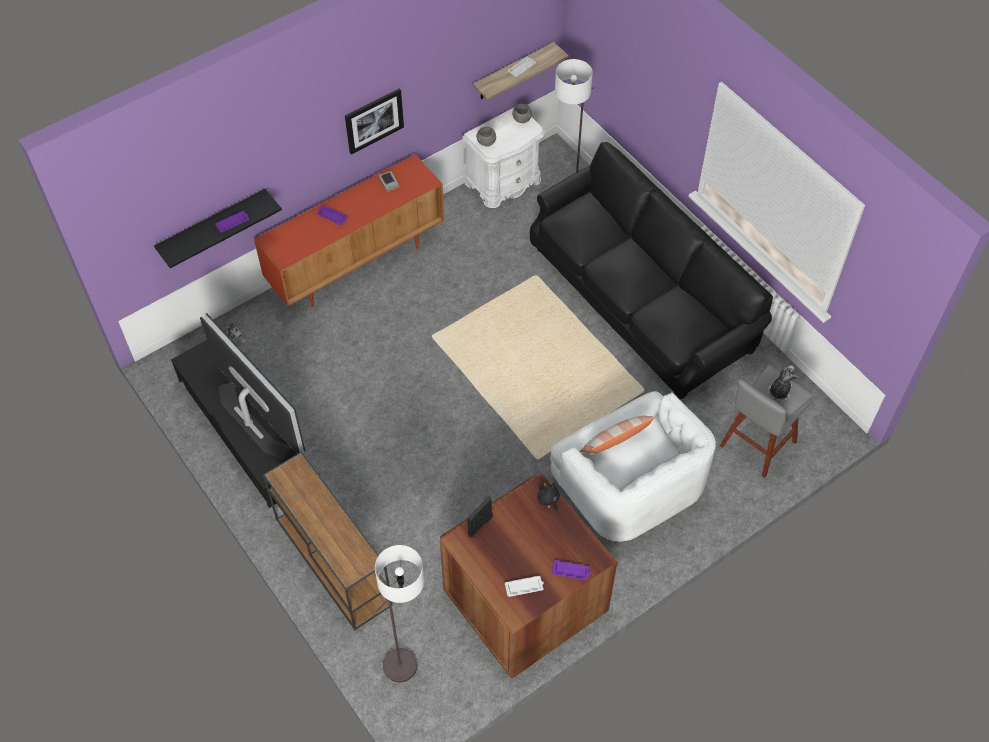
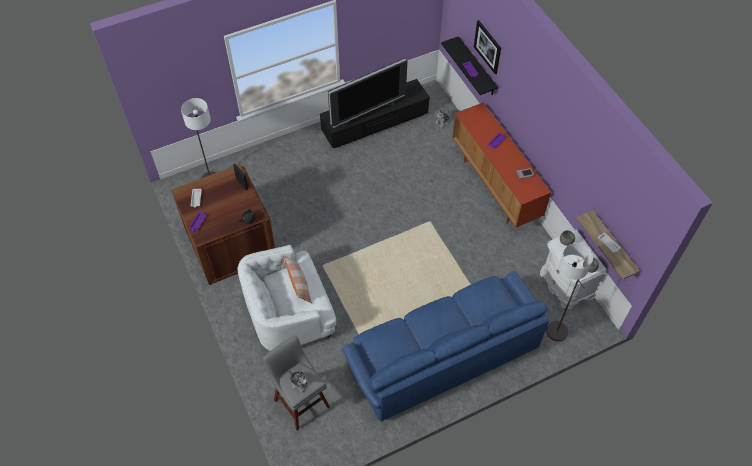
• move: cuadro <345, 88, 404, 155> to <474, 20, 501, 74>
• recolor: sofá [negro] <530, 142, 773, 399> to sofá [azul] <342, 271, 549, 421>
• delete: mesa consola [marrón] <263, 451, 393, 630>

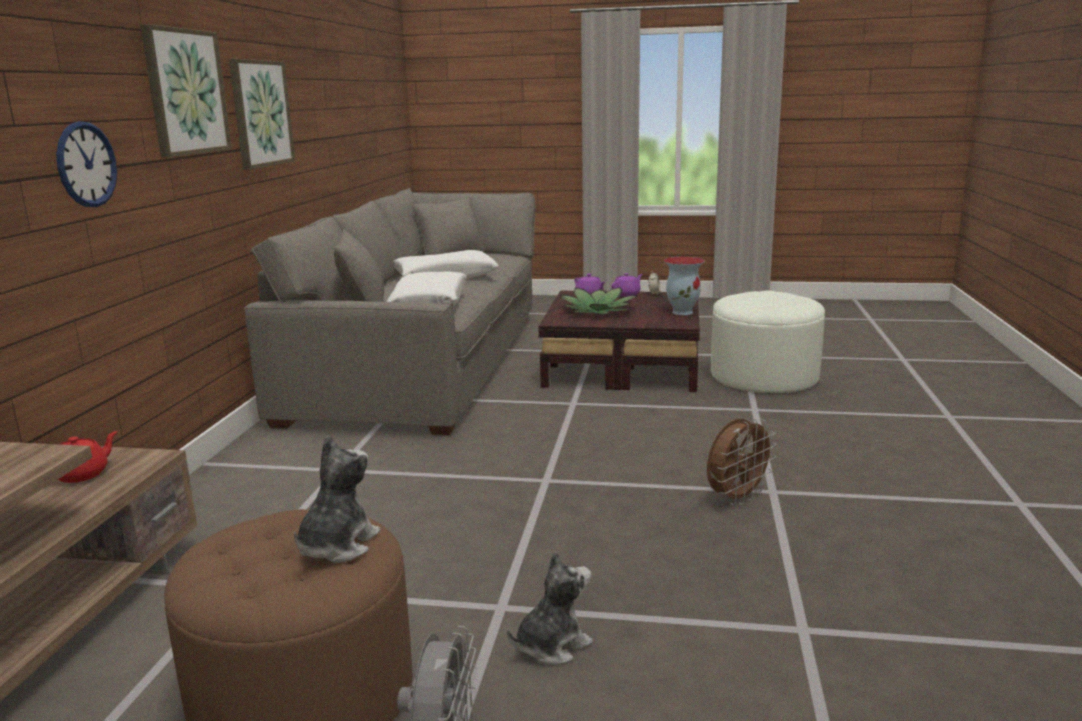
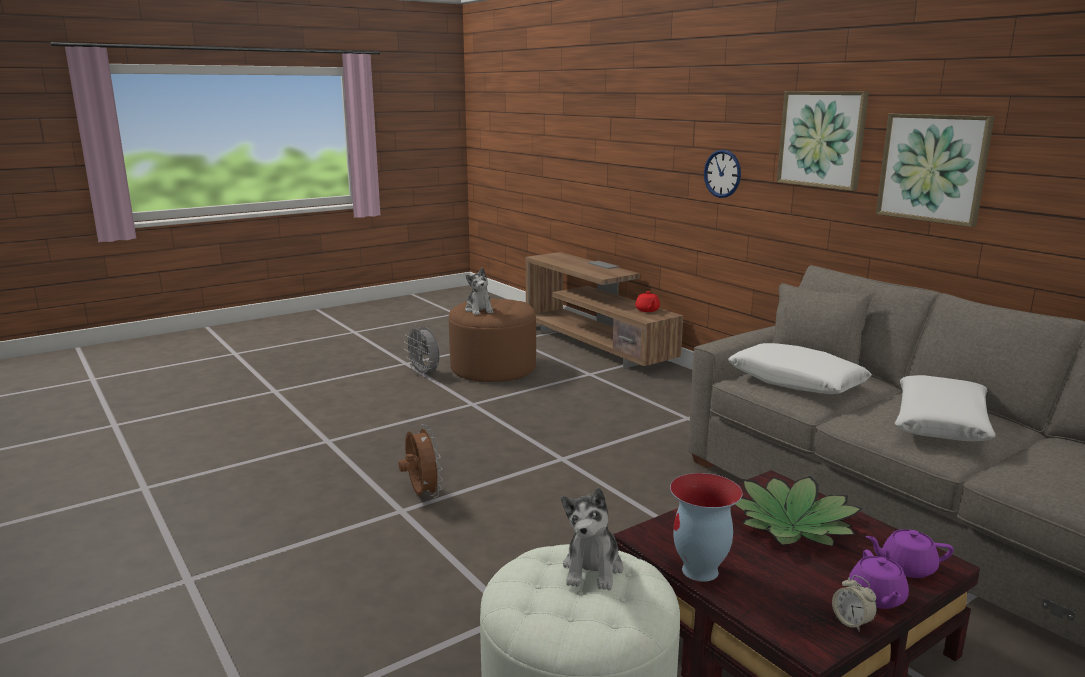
• rotate: ventilador [marrón] <707, 418, 777, 505> = <398, 424, 443, 498> 150 degrees clockwise
• move: peluche <507, 551, 593, 665> to <561, 488, 623, 590>

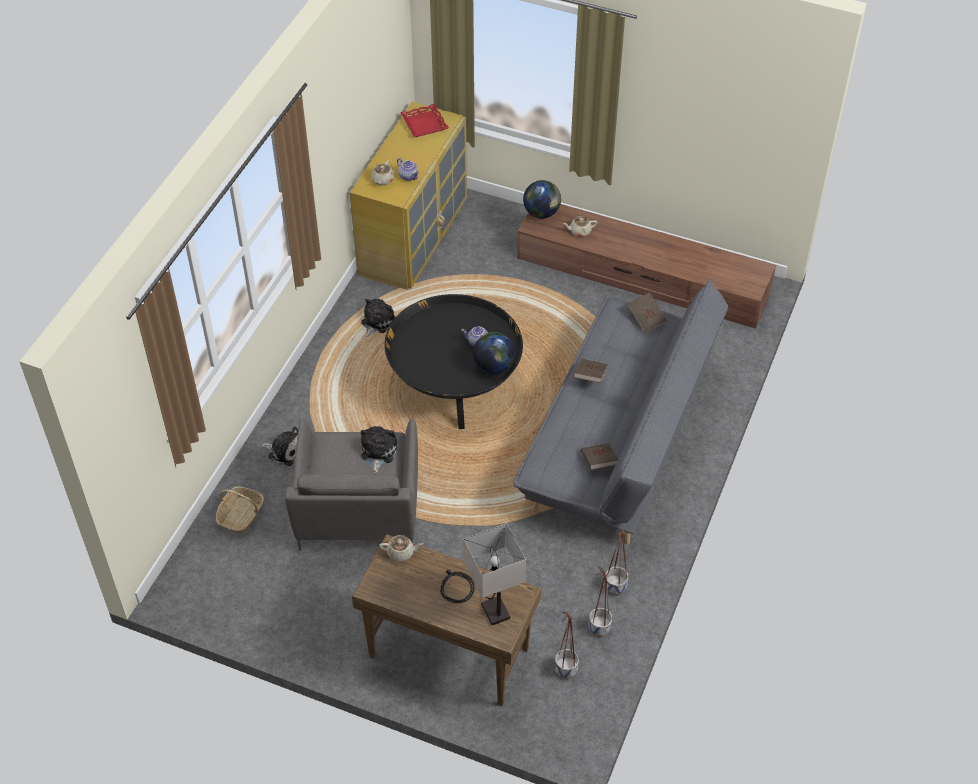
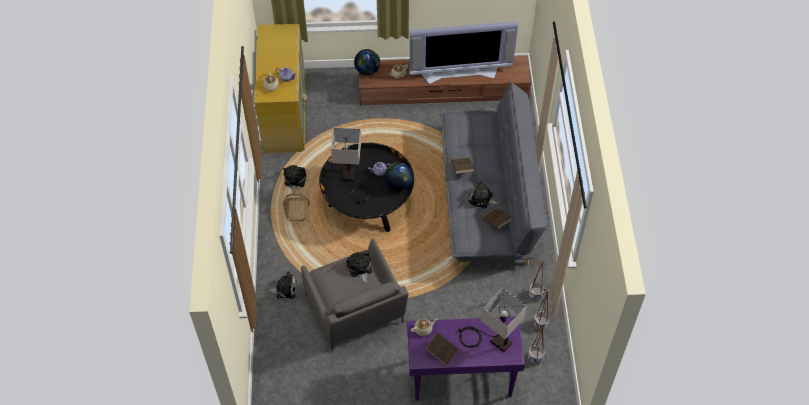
• delete: bandeja [rojo] <400, 104, 449, 137>
• move: libro [marrón] <627, 293, 667, 333> to <425, 332, 458, 366>
• move: cesta <216, 487, 264, 533> to <283, 193, 310, 221>
• recolor: mesa consola [marrón] <352, 534, 541, 706> to mesa consola [morado] <407, 317, 525, 401>
• insert: televisor <410, 21, 518, 84>
• insert: lámpara de mesa <331, 128, 371, 204>
• insert: peluche <469, 180, 499, 209>

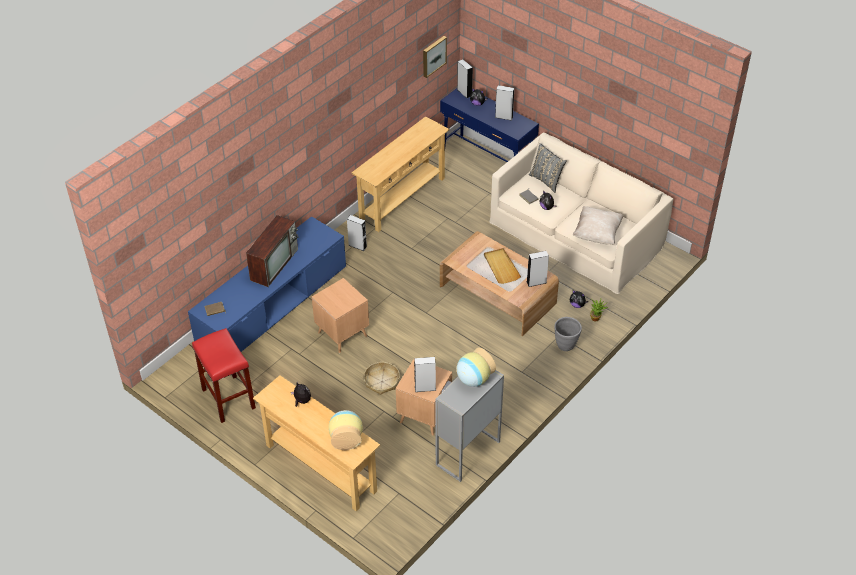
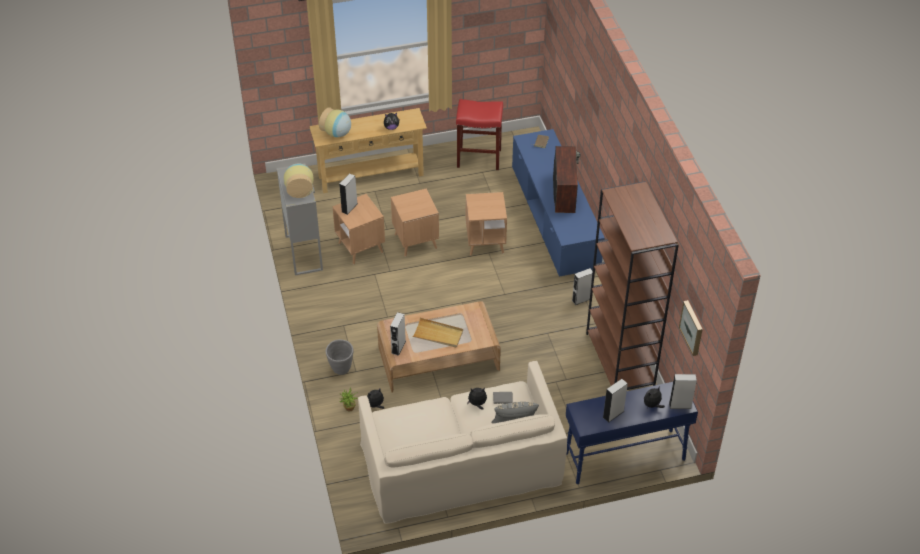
• replace: mesa consola [beis] <351, 116, 449, 232> to estantería [marrón] <586, 181, 679, 390>
• delete: cojín [beis] <572, 206, 624, 245>
• rotate: televisor <246, 215, 299, 287> = <553, 146, 581, 213> 150 degrees counterclockwise
• replace: cesta <364, 362, 400, 395> to mesa auxiliar [marrón] <391, 188, 439, 257>

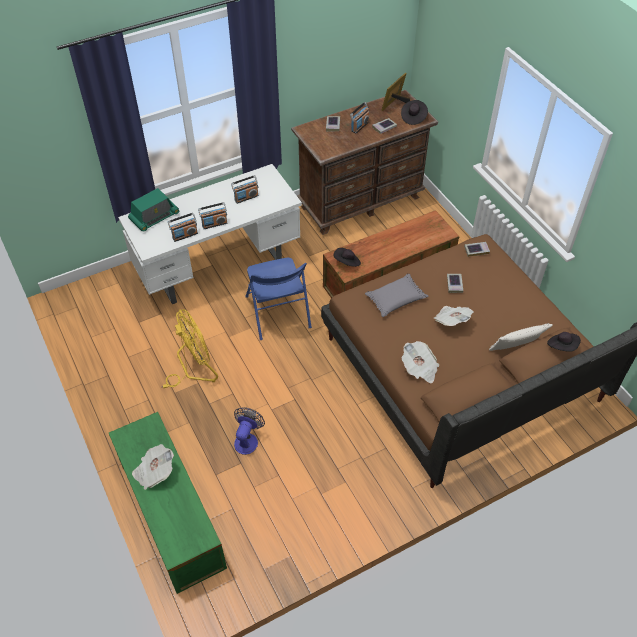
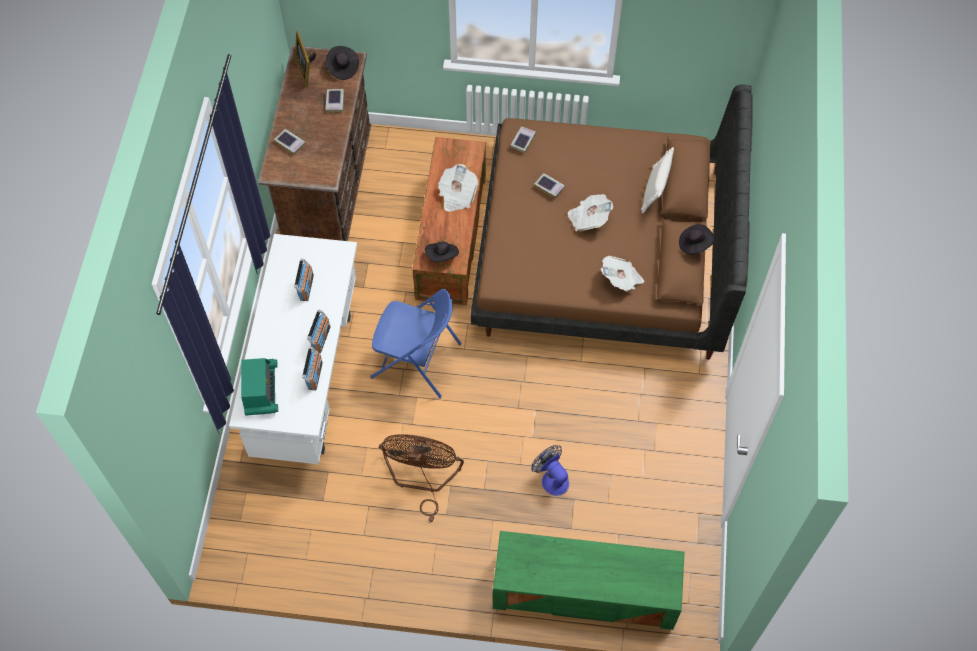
• delete: radio <350, 102, 369, 133>
• delete: cojín [gris] <365, 273, 428, 317>
• recolor: ventilador [amarillo] <163, 309, 218, 388> to ventilador [marrón] <379, 434, 464, 522>
• move: sombrero [negro] <547, 332, 581, 352> to <679, 224, 714, 254>
• move: periódico <132, 444, 174, 490> to <438, 164, 479, 212>

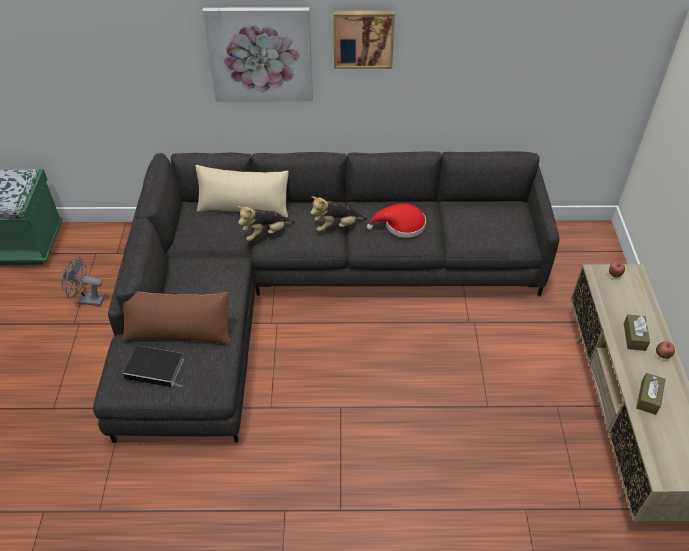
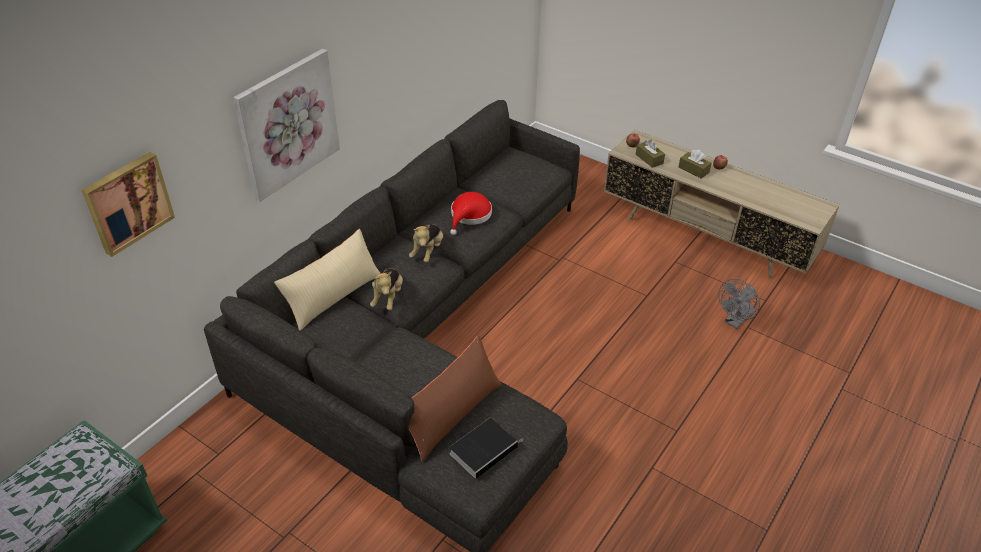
• move: cuadro <333, 11, 395, 69> to <82, 152, 175, 257>
• move: ventilador [gris] <61, 257, 105, 306> to <718, 279, 760, 329>
• move: caja de pañuelos [marrón] <636, 373, 666, 415> to <636, 140, 665, 168>

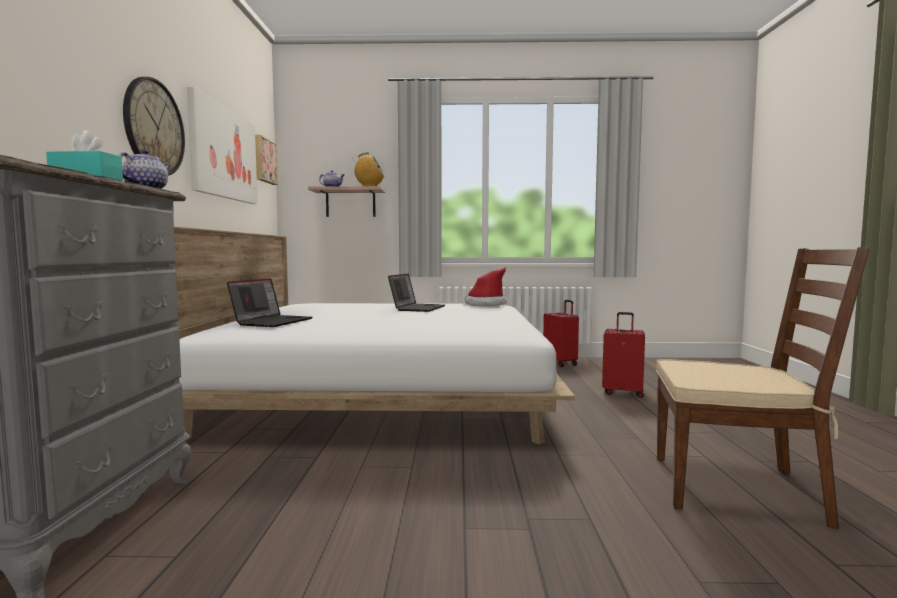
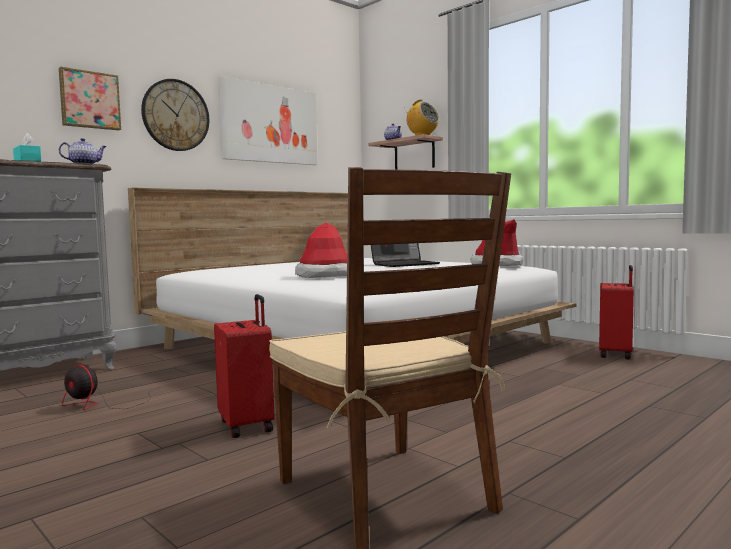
• move: cuadro <255, 135, 278, 185> to <59, 67, 121, 130>
• delete: portátil <227, 278, 312, 327>
• move: maleta [rojo] <602, 312, 645, 398> to <214, 294, 274, 438>
• insert: sombrero <295, 222, 347, 278>
• insert: ventilador <62, 365, 160, 410>

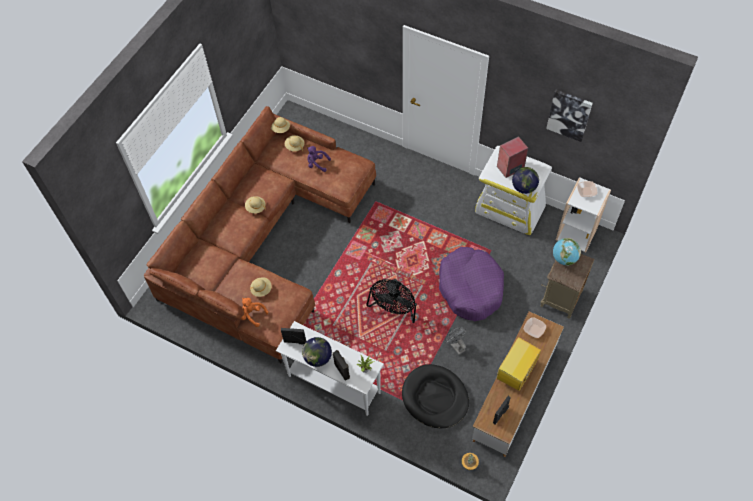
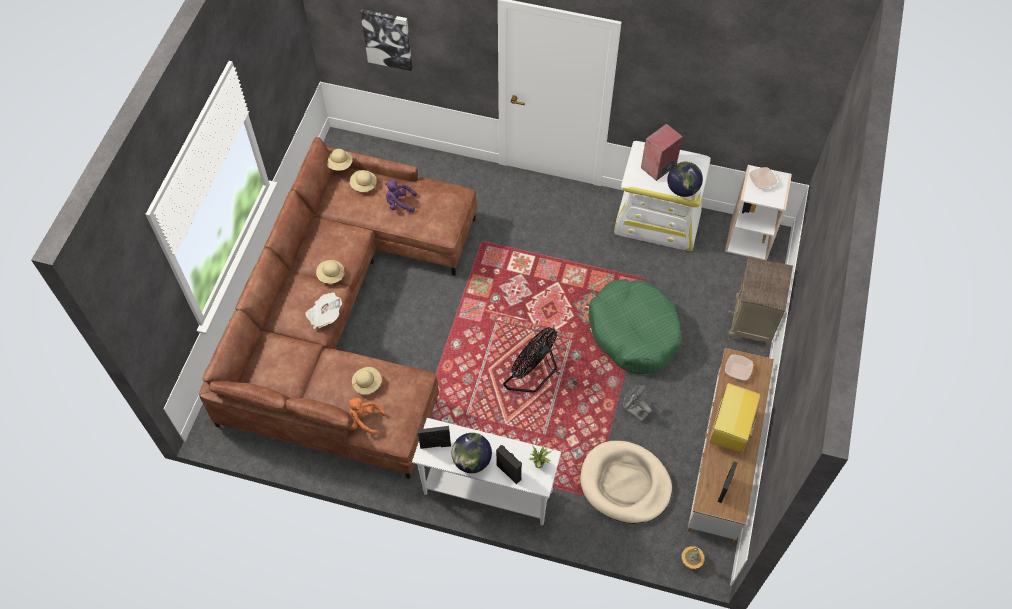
• move: cuadro <546, 90, 593, 142> to <360, 9, 412, 71>
• delete: globo terráqueo <553, 238, 581, 266>
• recolor: cama para perro [morado] <439, 247, 504, 321> to cama para perro [verde] <588, 279, 682, 374>
• rotate: ventilador [negro] <366, 279, 417, 323> = <503, 327, 578, 392> 120 degrees clockwise
• recolor: cama para perro [negro] <402, 364, 469, 428> to cama para perro [beis] <580, 441, 672, 523>
• insert: periódico <305, 292, 342, 329>

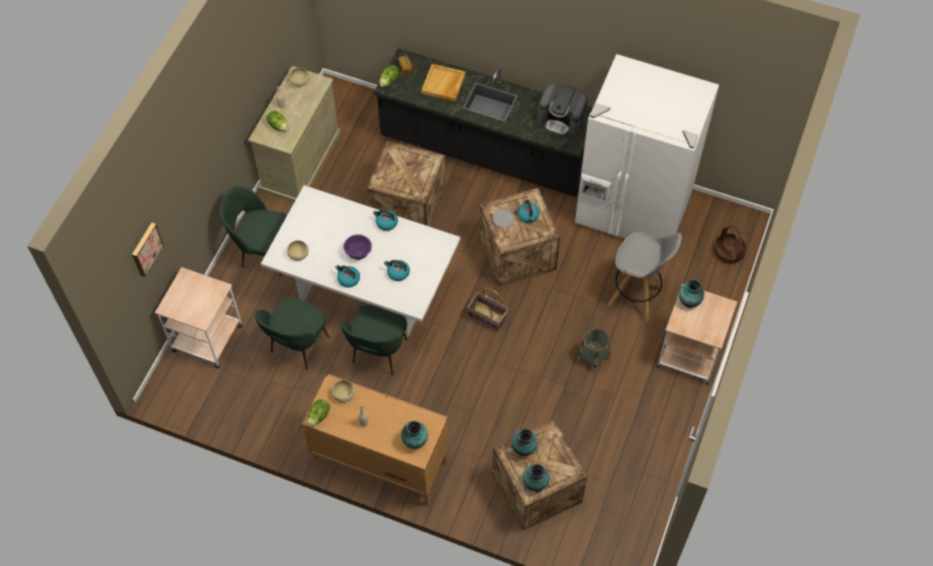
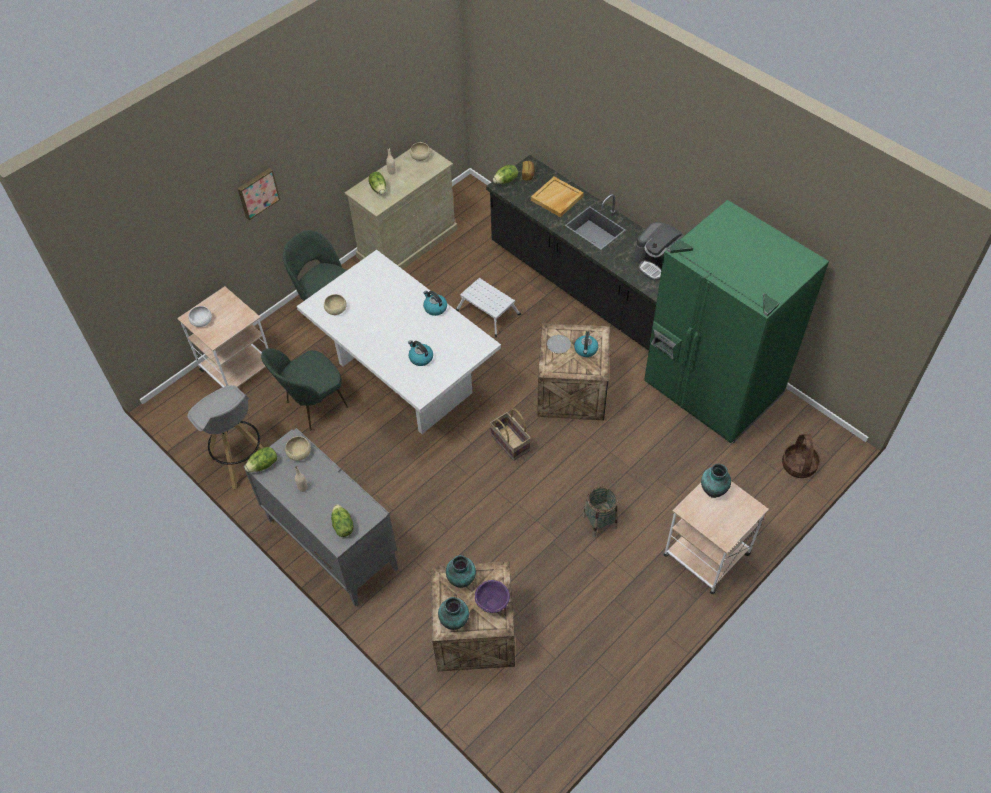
• recolor: nevera [blanco] <575, 54, 719, 239> to nevera [verde] <644, 200, 829, 443>
• replace: caja de embalaje <367, 141, 445, 227> to escalera de tijera [blanco] <456, 278, 521, 337>
• move: cuadro <132, 222, 164, 277> to <237, 168, 280, 220>
• move: taburete [gris] <607, 232, 682, 322> to <187, 385, 264, 489>
• move: cuenco [morado] <343, 234, 372, 260> to <475, 580, 510, 613>
• delete: hervidor <335, 265, 360, 288>
• delete: silla [verde] <341, 305, 407, 375>
• recolor: armario [marrón] <302, 374, 448, 506> to armario [gris] <243, 428, 398, 607>
• replace: florero <401, 421, 428, 449> to lechuga <331, 505, 354, 537>
• insert: cuenco [blanco] <188, 306, 212, 327>

